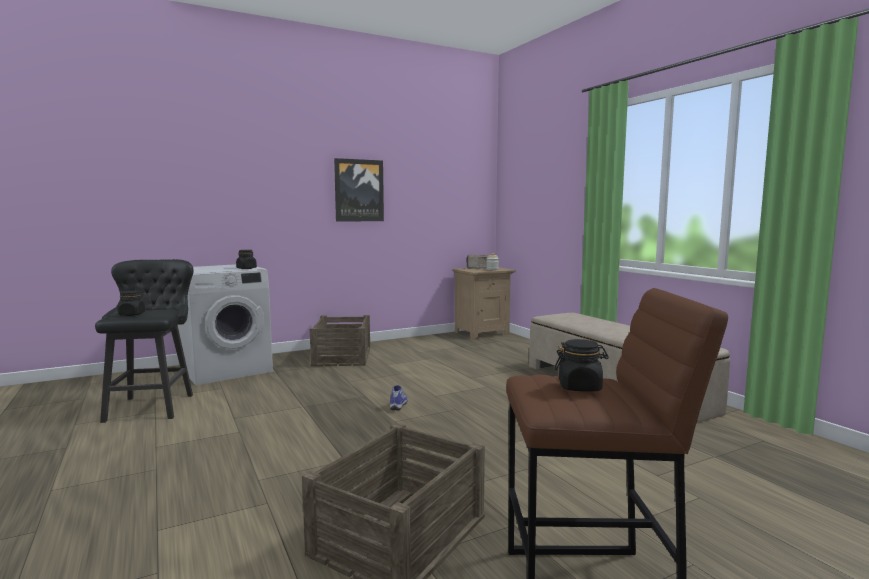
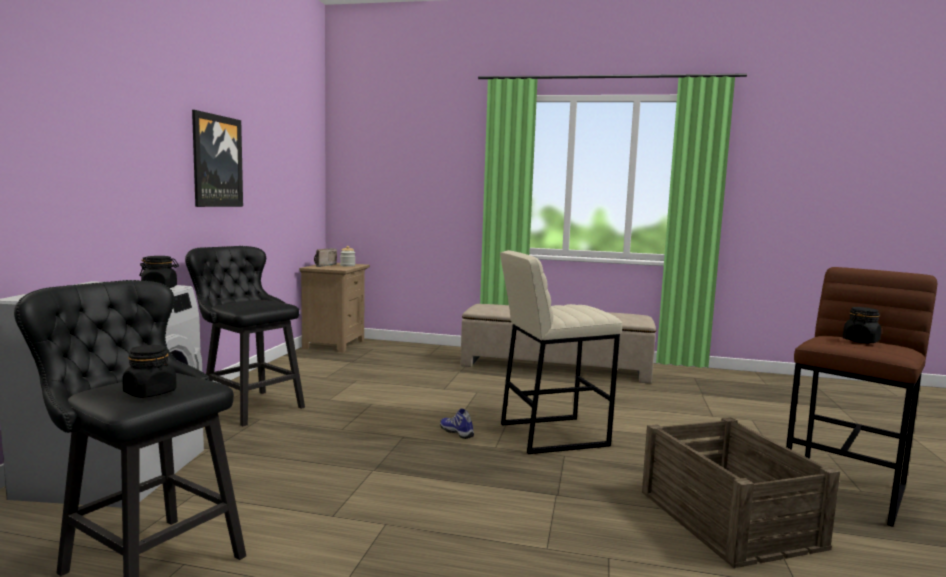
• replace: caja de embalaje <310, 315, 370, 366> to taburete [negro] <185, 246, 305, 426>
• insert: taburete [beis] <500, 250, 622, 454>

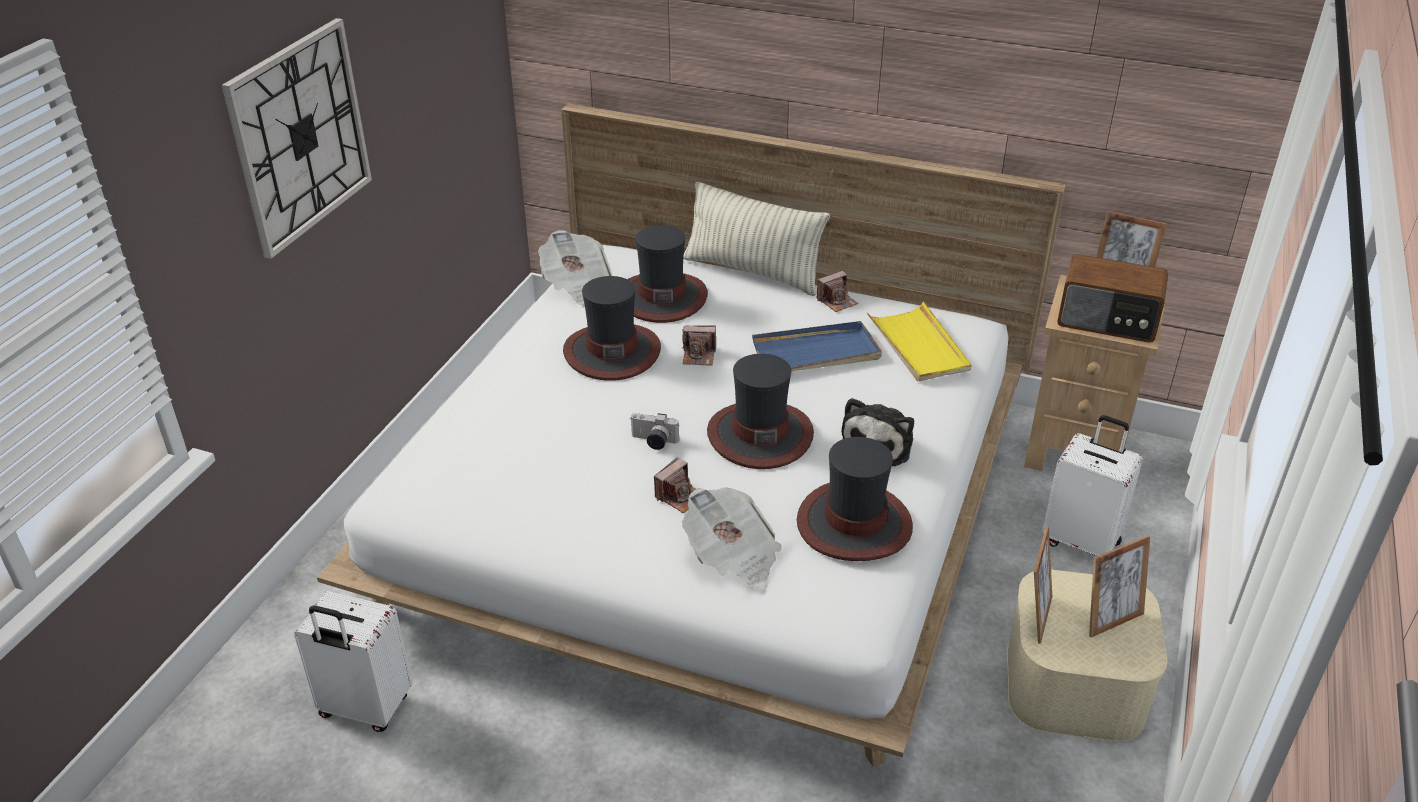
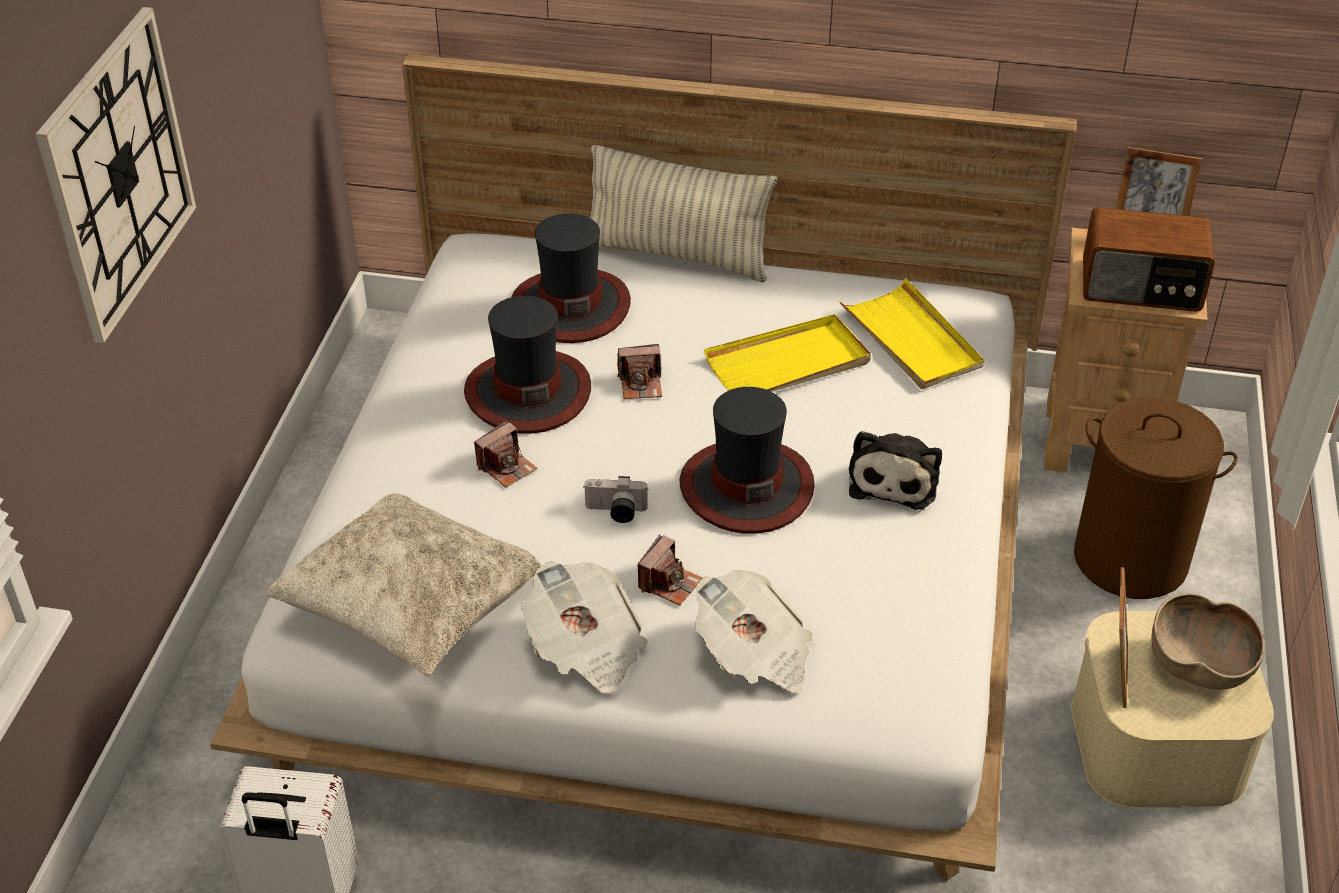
• move: periódico <538, 230, 612, 305> to <521, 561, 648, 694>
• move: cámara <816, 270, 858, 312> to <474, 421, 537, 488>
• recolor: bandeja [azul] <752, 321, 882, 371> to bandeja [amarillo] <704, 314, 871, 392>
• replace: maleta [blanco] <1042, 415, 1143, 556> to cesto de la ropa [marrón] <1074, 397, 1238, 599>
• delete: sombrero <797, 437, 913, 561>
• replace: portarretratos <1089, 535, 1150, 637> to cuenco [marrón] <1151, 593, 1265, 690>
• insert: cojín [beis] <266, 493, 542, 677>

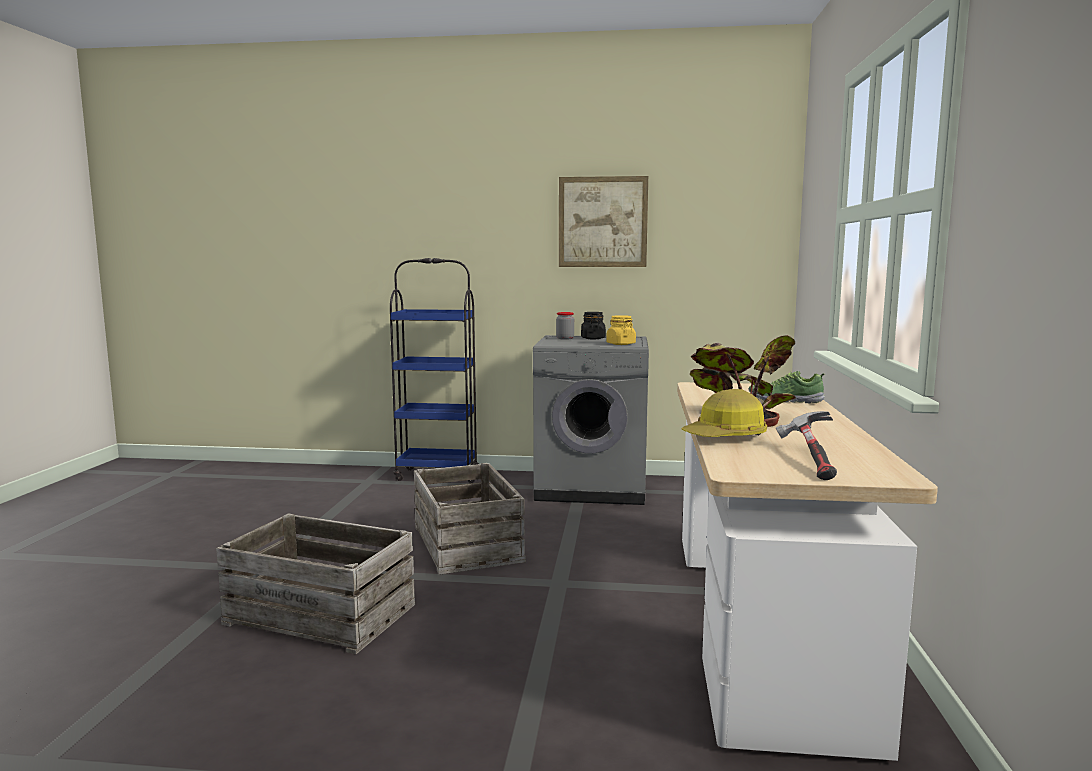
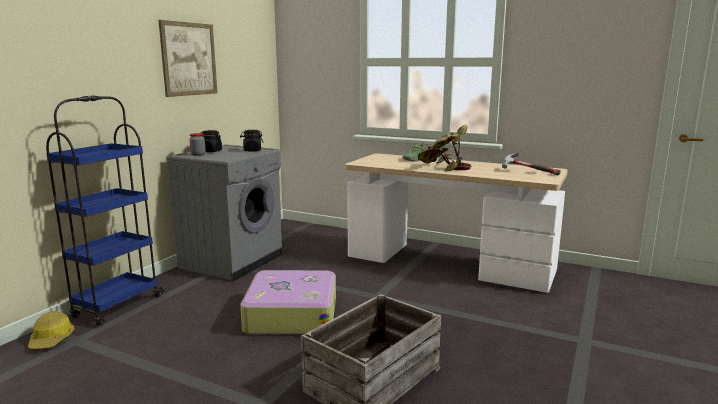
• recolor: tarro [amarillo] <606, 315, 636, 345> to tarro [negro] <240, 130, 263, 152>
• move: casco <681, 389, 767, 437> to <28, 311, 74, 349>
• replace: caja de embalaje <414, 463, 526, 575> to maleta <240, 270, 336, 335>

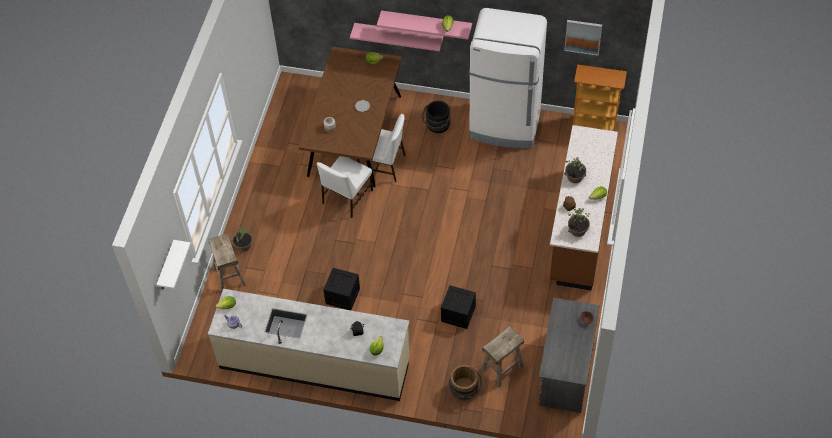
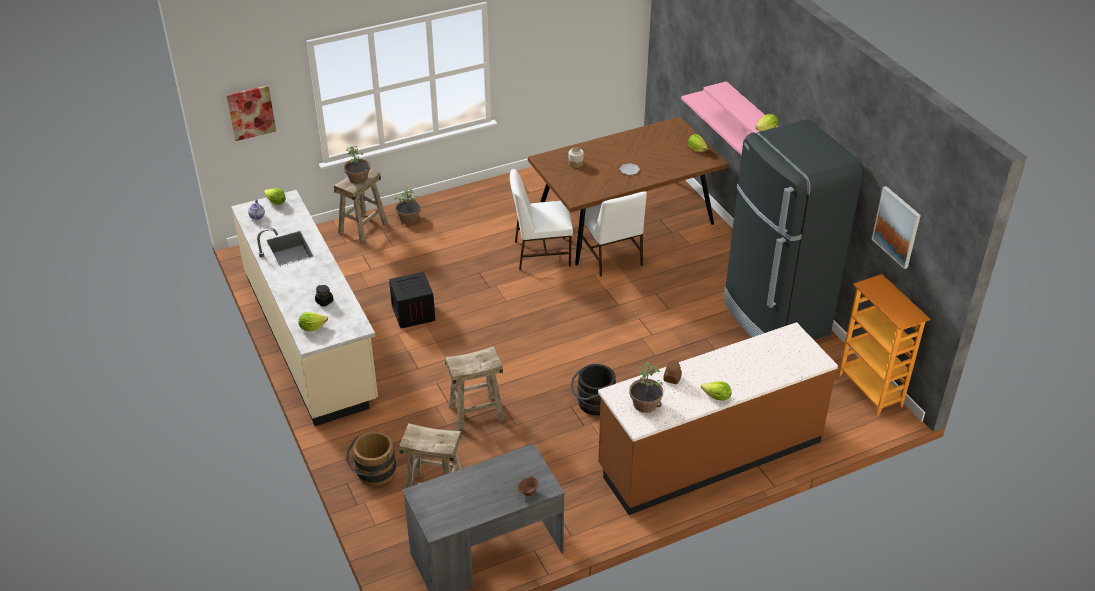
• recolor: nevera [blanco] <469, 8, 547, 148> to nevera [negro] <724, 119, 863, 340>
• move: cubo [negro] <422, 101, 450, 133> to <570, 364, 616, 415>
• move: planta en maceta <564, 157, 586, 183> to <344, 146, 370, 184>
• replace: estante [blanco] <156, 240, 191, 289> to cuadro <226, 85, 276, 141>
• replace: caja de embalaje <441, 285, 476, 329> to taburete [beis] <445, 346, 505, 431>

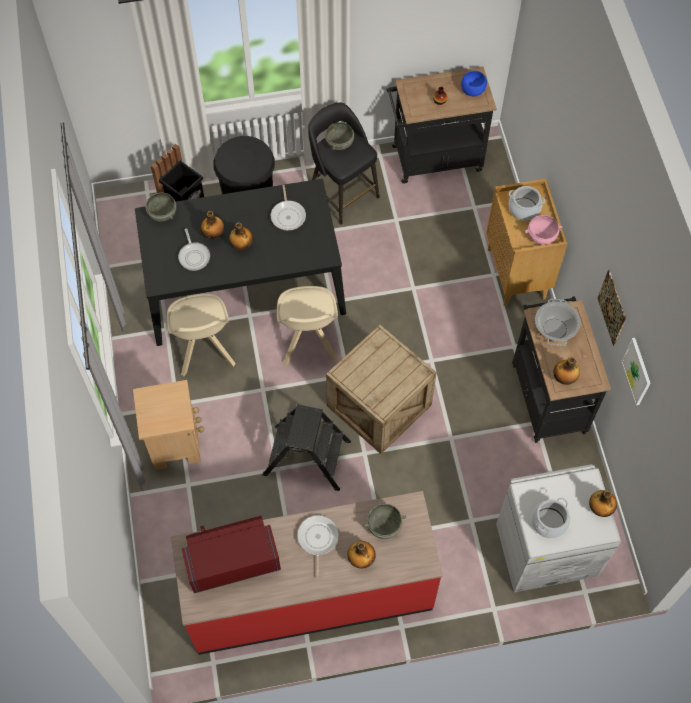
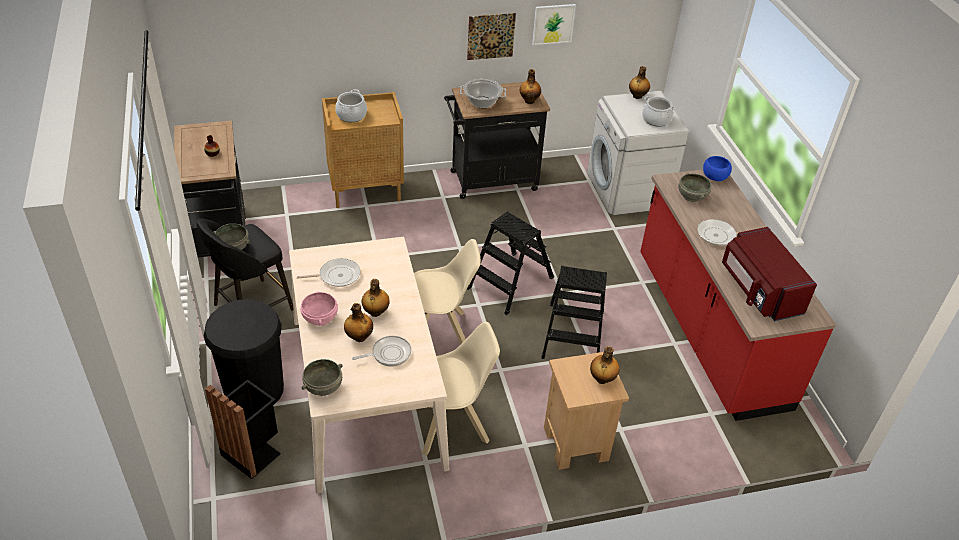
• move: cuenco [azul] <461, 71, 487, 96> to <703, 156, 732, 181>
• recolor: mesa de comedor [negro] <135, 179, 346, 346> to mesa de comedor [beis] <289, 237, 450, 494>
• move: cuenco [rosa] <525, 215, 562, 245> to <300, 291, 338, 326>
• replace: caja de embalaje <326, 325, 437, 454> to escalera de tijera [negro] <467, 211, 554, 315>
• move: botella <347, 541, 376, 569> to <590, 346, 619, 384>

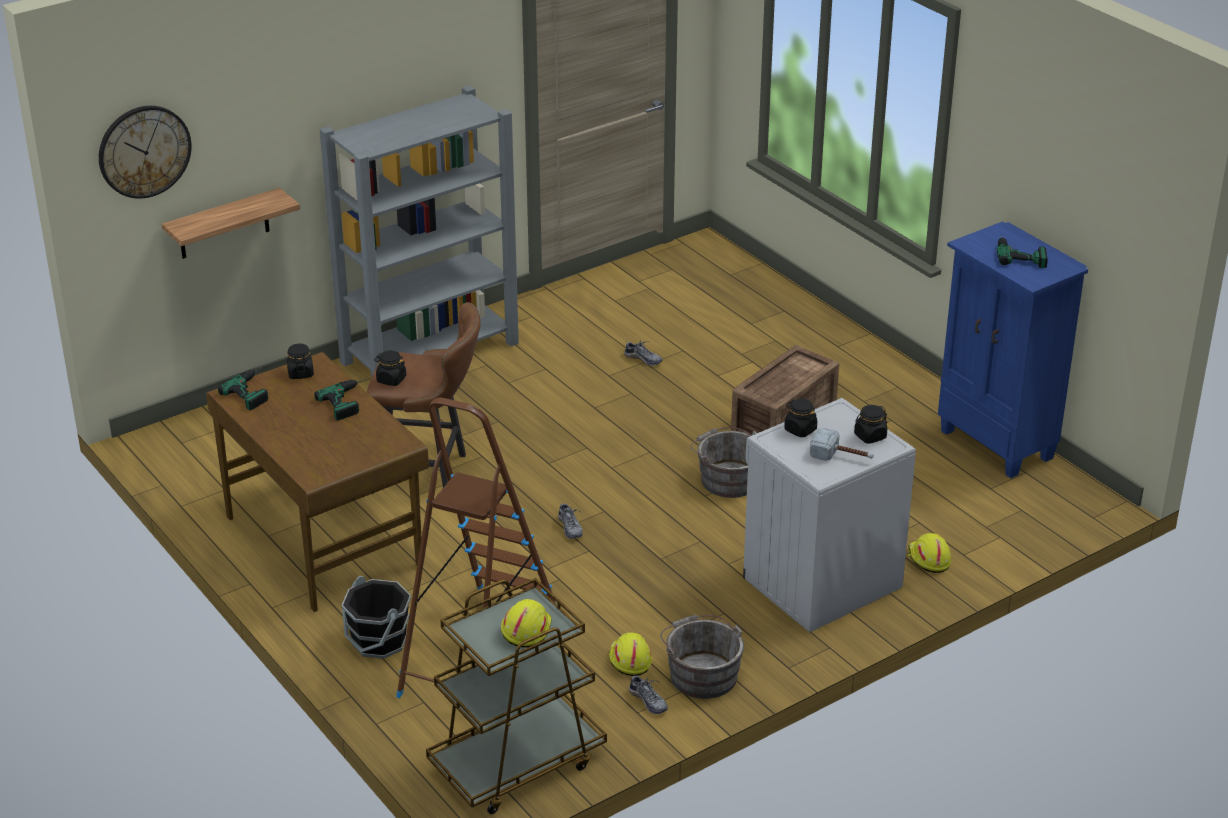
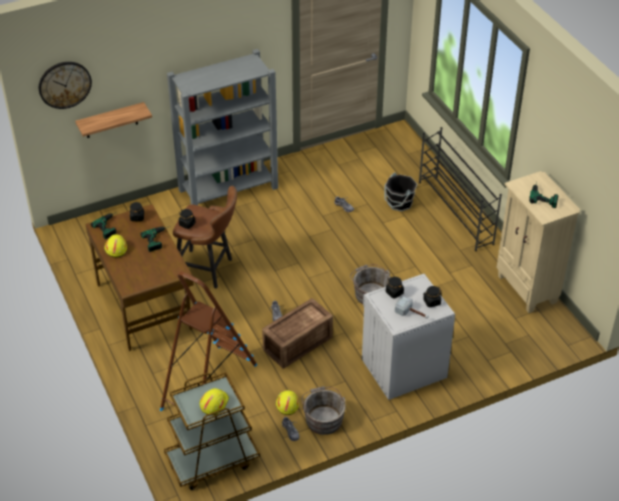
• recolor: armario [azul] <938, 221, 1088, 478> to armario [beis] <496, 171, 580, 313>
• move: caja de embalaje <731, 345, 839, 435> to <262, 298, 333, 369>
• move: casco [amarillo] <907, 533, 951, 573> to <104, 234, 127, 257>
• move: cubo [negro] <341, 576, 411, 659> to <384, 173, 417, 212>
• insert: zapatero [negro] <419, 127, 502, 251>

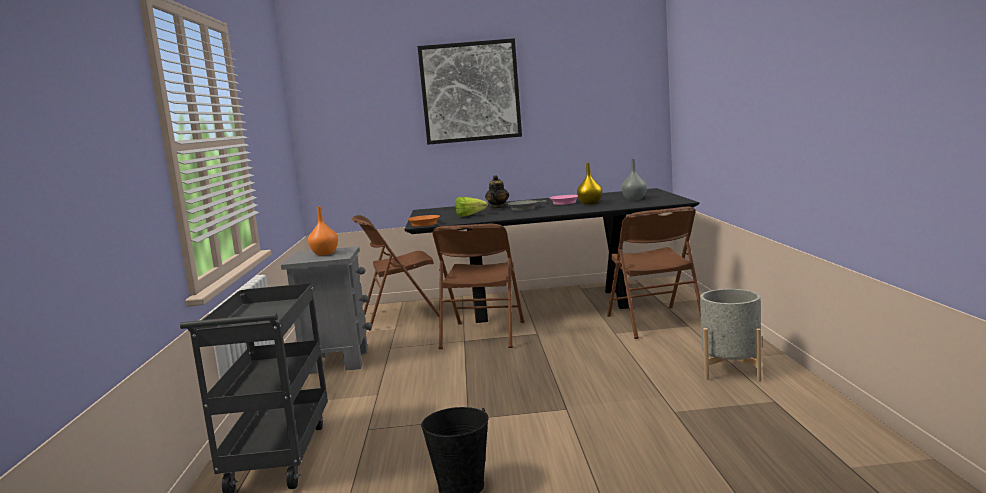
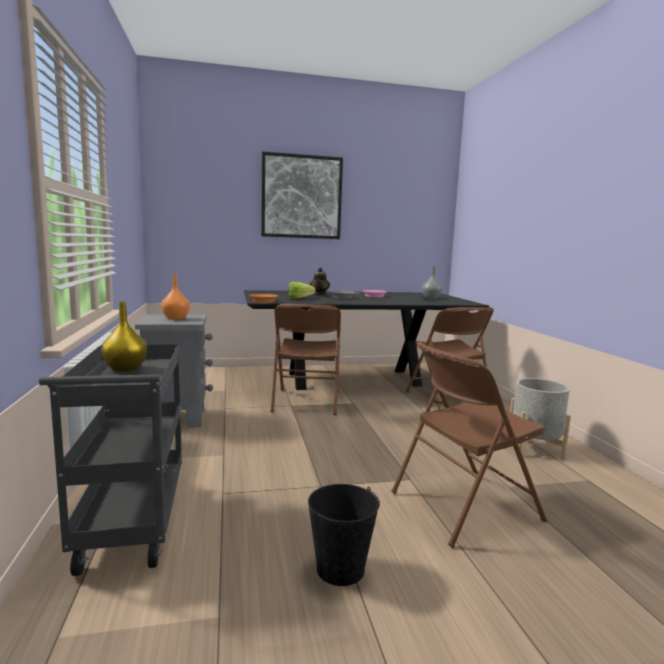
• move: florero [amarillo] <577, 163, 602, 205> to <101, 301, 147, 372>
• move: silla [marrón] <351, 215, 439, 331> to <391, 341, 547, 549>

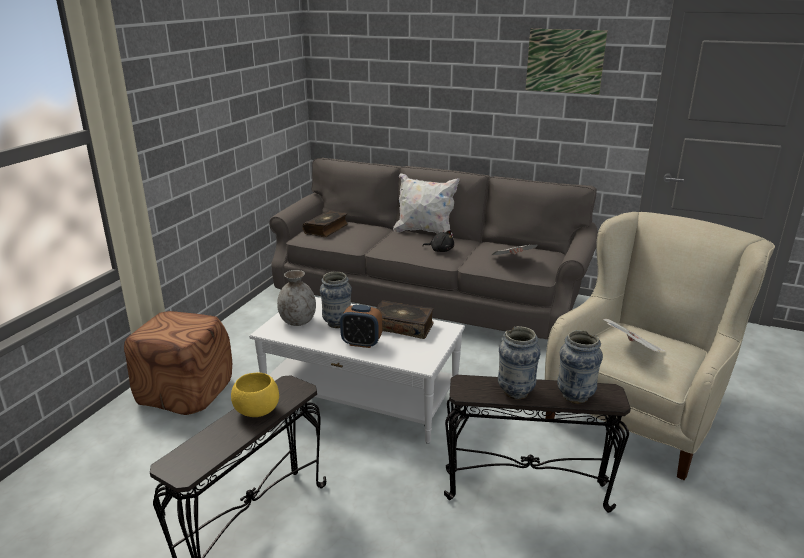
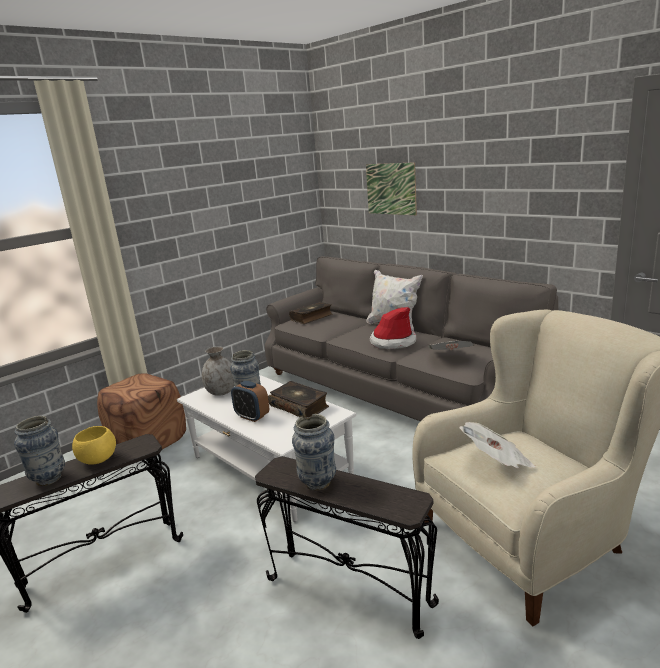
• move: cuadro <526, 29, 607, 95> to <366, 162, 417, 215>
• replace: peluche [negro] <422, 230, 454, 252> to sombrero <369, 307, 416, 349>
• move: florero <557, 330, 603, 404> to <14, 416, 65, 486>

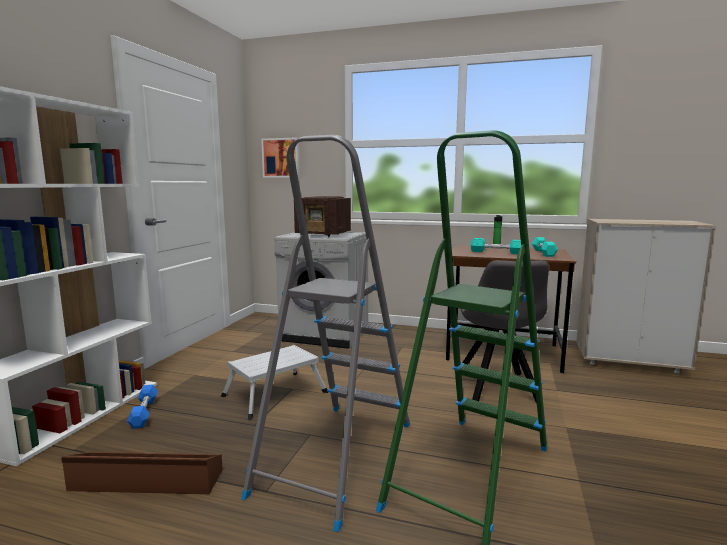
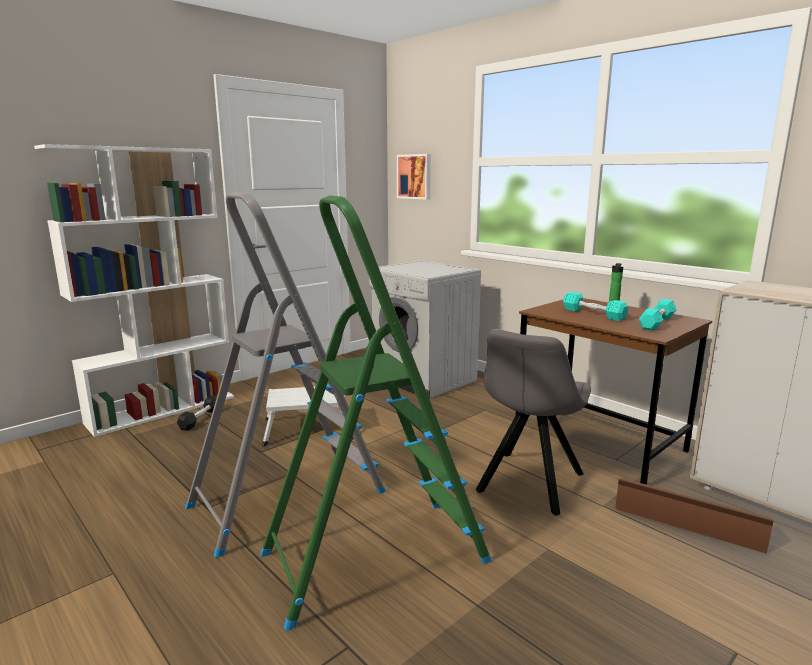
• delete: radio <294, 196, 351, 237>
• recolor: mancuerna [azul] <127, 384, 158, 429> to mancuerna [negro] <177, 396, 217, 431>
• move: caja de almacenaje [marrón] <61, 452, 223, 494> to <615, 479, 774, 554>

